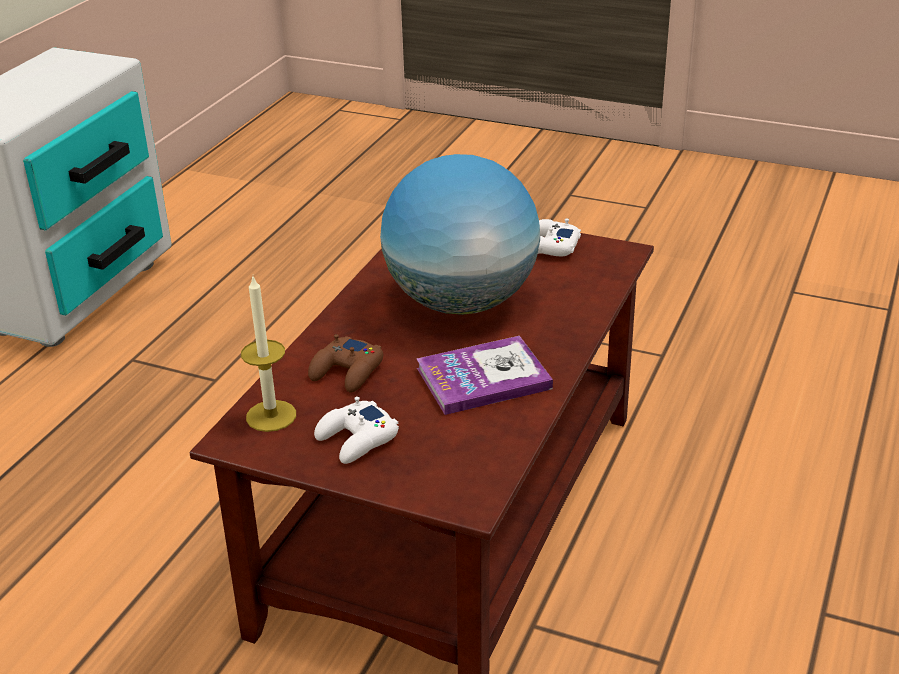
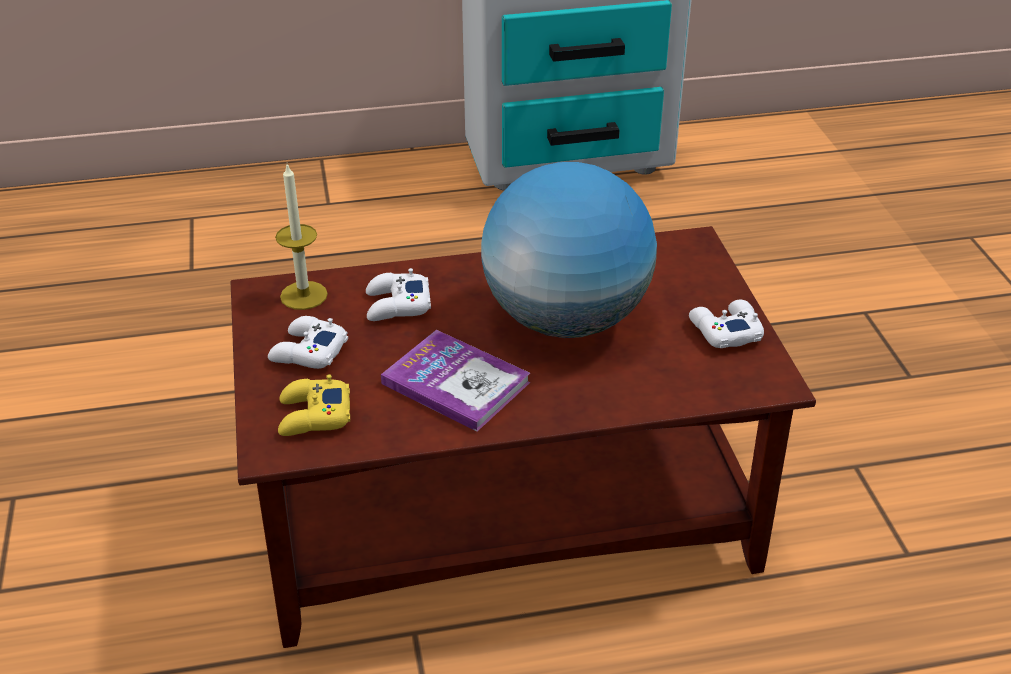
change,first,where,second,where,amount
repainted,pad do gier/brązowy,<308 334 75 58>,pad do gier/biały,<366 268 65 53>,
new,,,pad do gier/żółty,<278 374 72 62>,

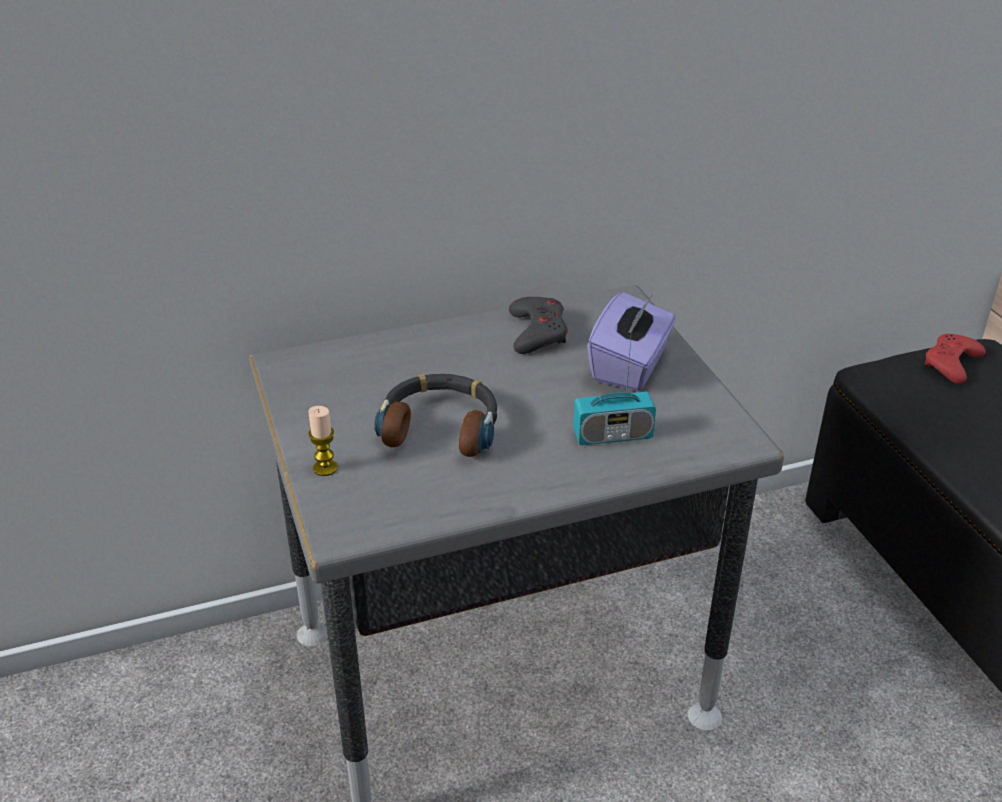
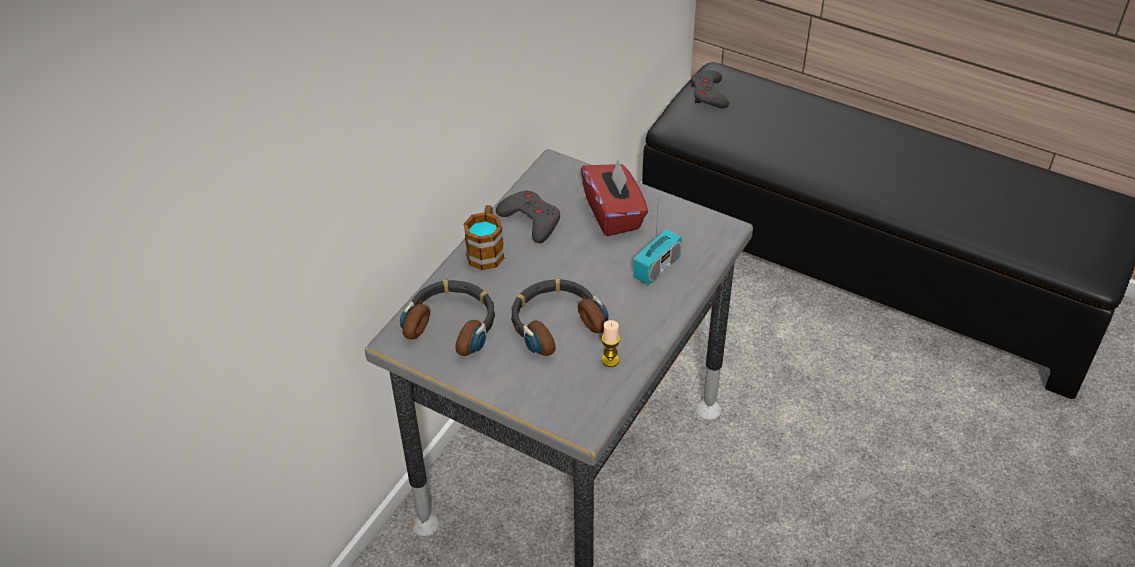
change,first,where,second,where,amount
repainted,pudełko chusteczek/fioletowy,<587 292 89 99>,pudełko chusteczek/czerwony,<581 159 67 77>,
repainted,pad do gier/czerwony,<925 334 61 50>,pad do gier/szary,<691 70 38 38>,
shifted,świeca,<308 406 30 70>,,<602 320 18 47>,
new,,,kubek,<463 205 41 65>,
new,,,słuchawki,<400 280 95 76>,

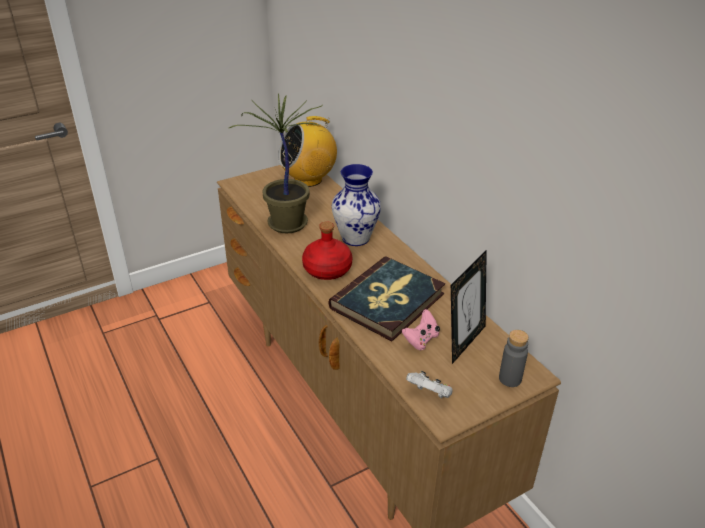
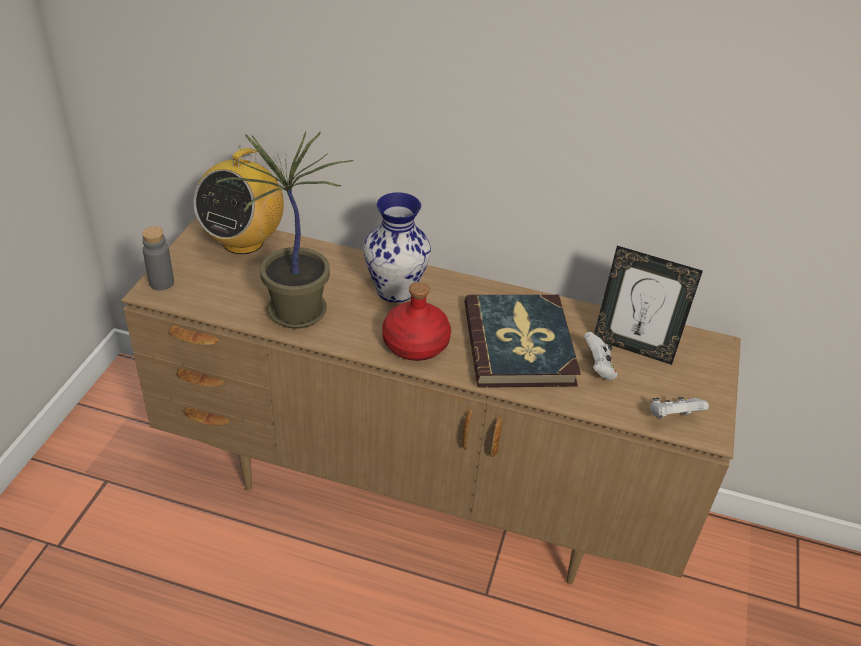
change,first,where,second,where,amount
rotated,ramka na zdjęcie,<451 250 36 114>,,<594 246 109 119>,120 degrees clockwise
repainted,pad do gier/różowy,<402 309 38 41>,pad do gier/biały,<584 332 34 48>,
shifted,butelka/szary,<499 330 30 57>,,<142 226 32 64>,

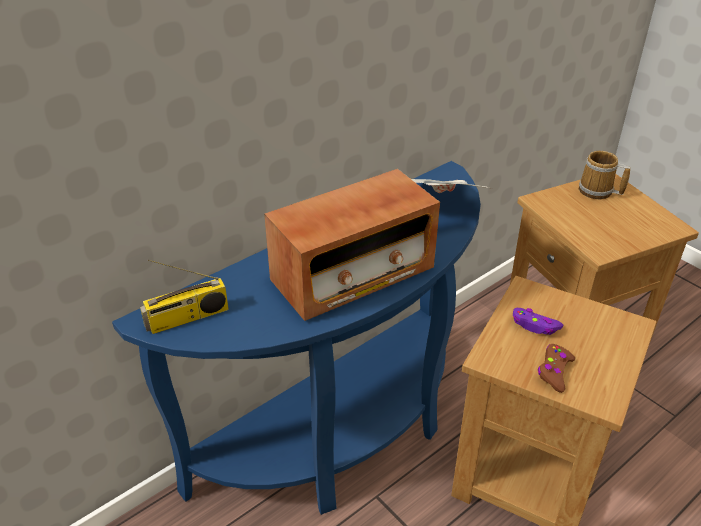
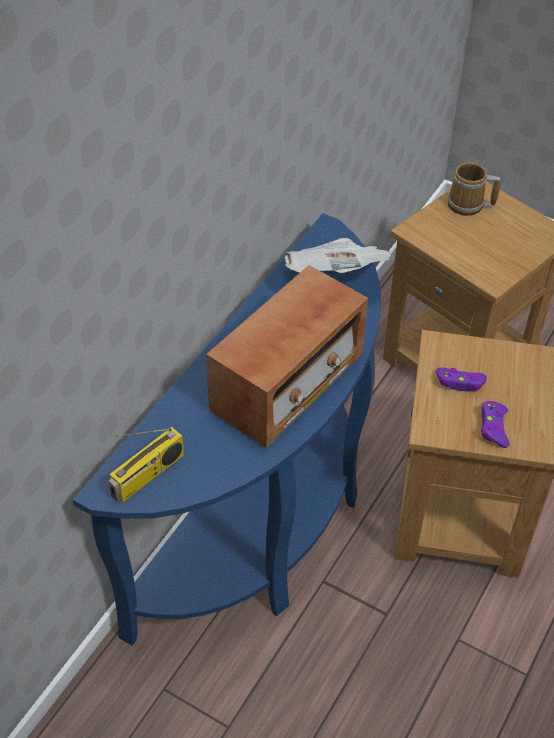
change,first,where,second,where,amount
repainted,pad do gier/brązowy,<538 344 37 49>,pad do gier/fioletowy,<481 401 29 47>,

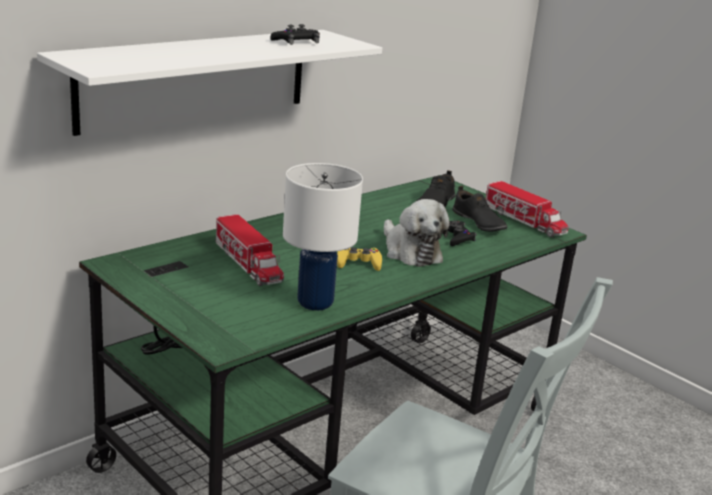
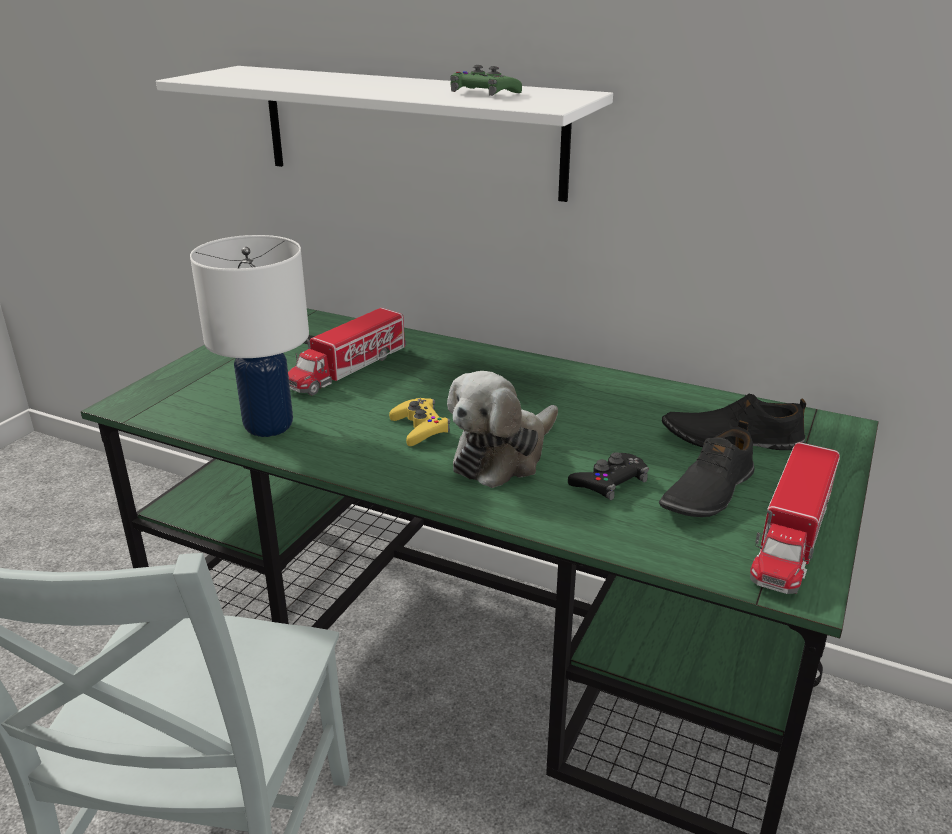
change,first,where,second,where,amount
repainted,pad do gier/czarny,<271 24 49 21>,pad do gier/zielony,<450 65 72 31>,

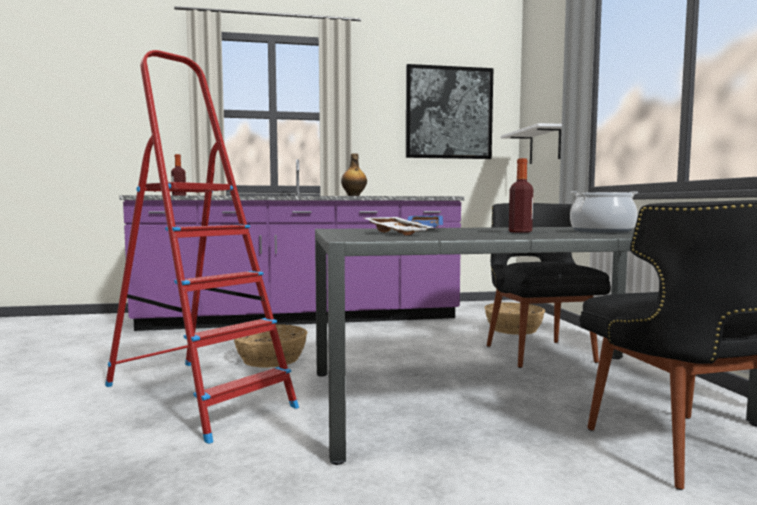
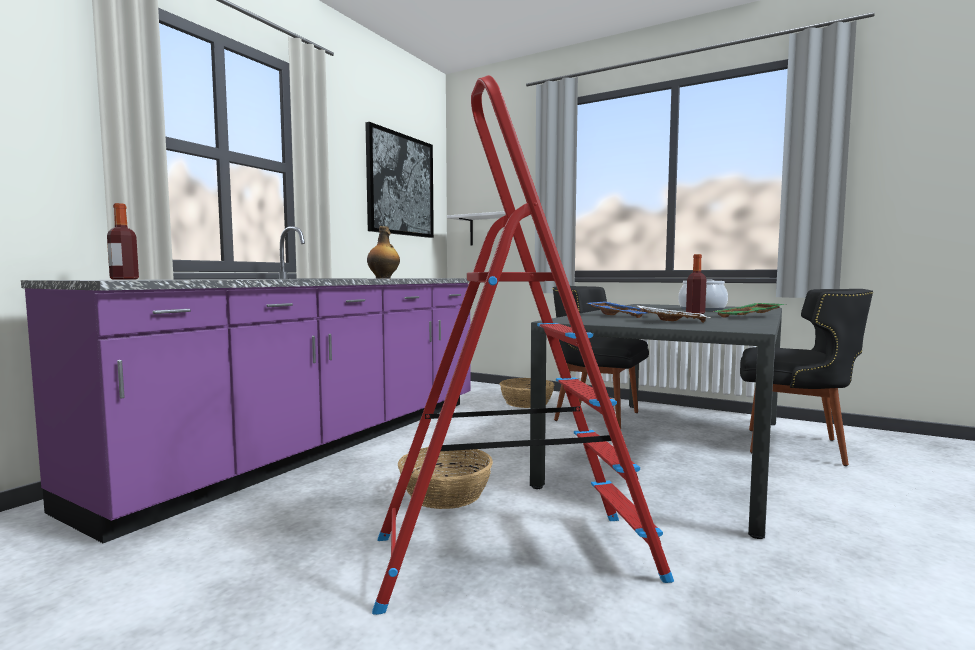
change,first,where,second,where,amount
new,,,taca/zielony,<713 303 71 15>,

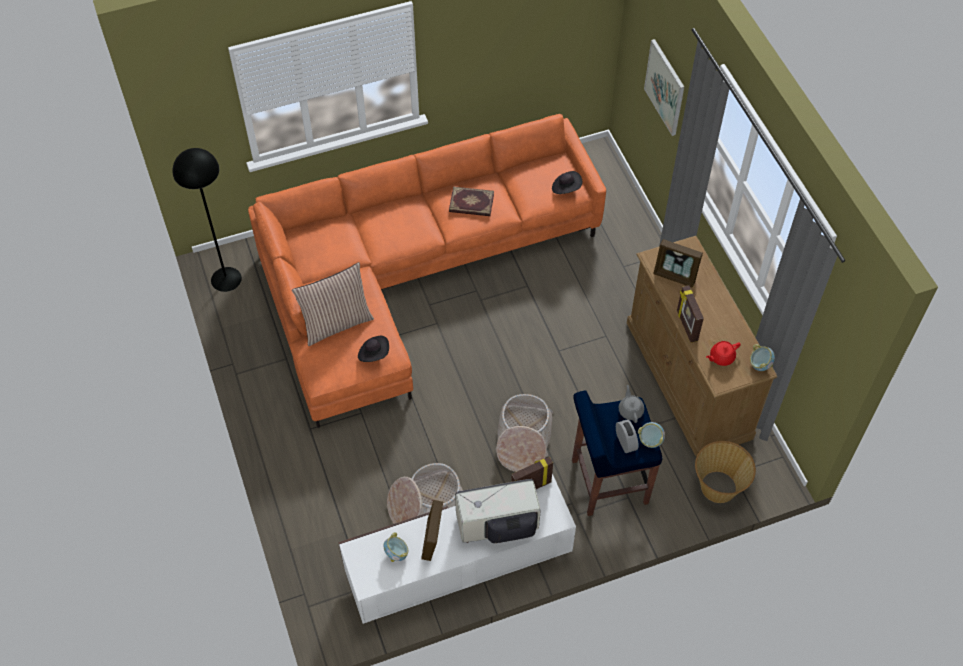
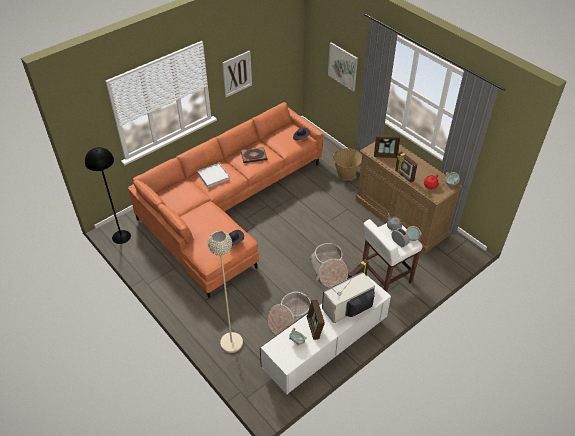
change,first,where,second,where,amount
gone,poduszka,<292 262 82 84>,,,
repainted,stołek/niebieski,<572 390 90 126>,stołek/biały,<362 219 61 73>,
shifted,koszyk,<695 441 61 62>,,<333 148 29 32>,
new,,,obraz,<222 50 30 47>,
new,,,taca/biały,<197 163 33 25>,
new,,,lampa stojąca/beżowy,<207 231 36 122>,

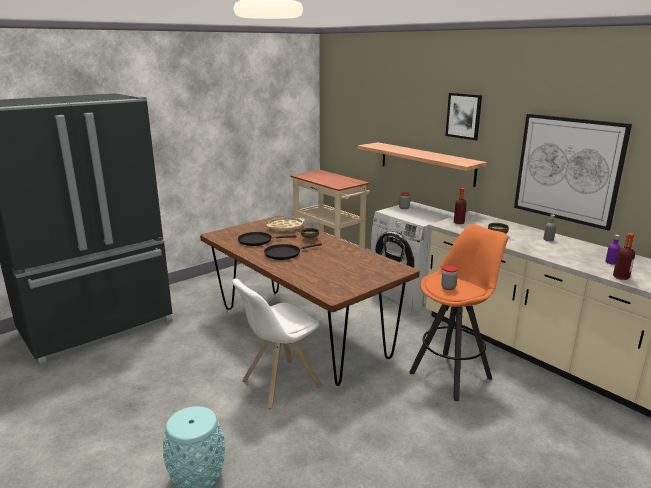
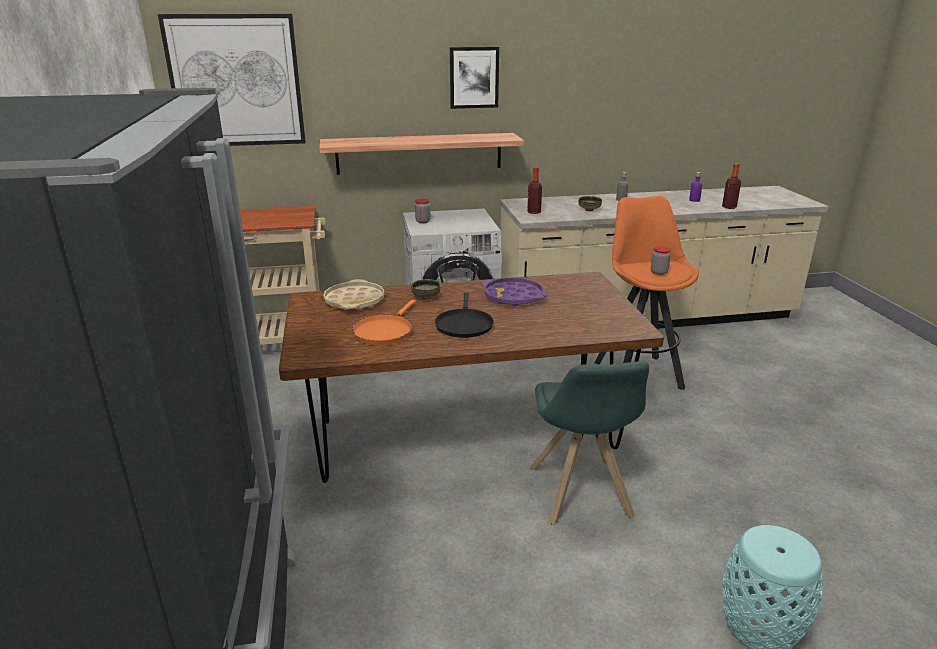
change,first,where,second,where,amount
shifted,obraz,<514 114 118 117>,,<158 14 148 132>,
repainted,patelnia/czarny,<238 232 59 14>,patelnia/pomarańczowy,<352 300 64 45>,
repainted,krzesło/biały,<232 279 90 130>,krzesło/turkusowy,<529 361 120 164>,
new,,,taca/fioletowy,<482 278 65 28>,

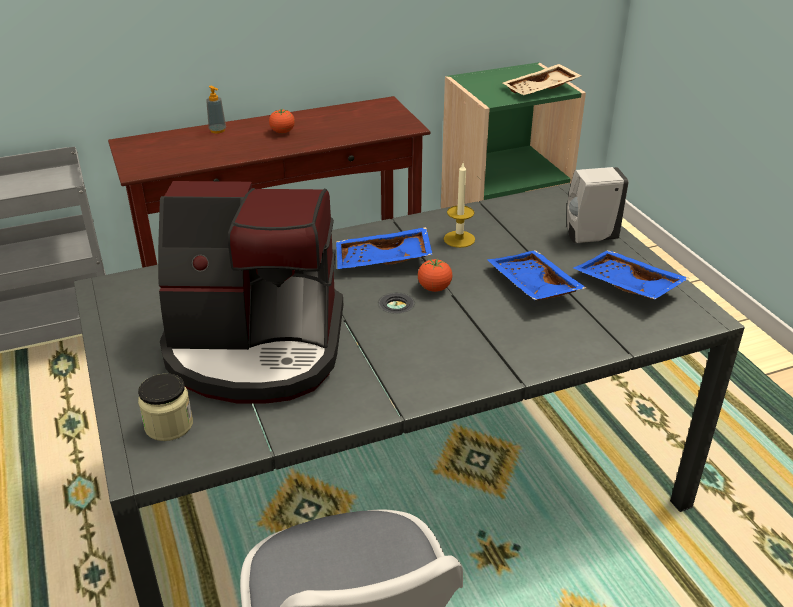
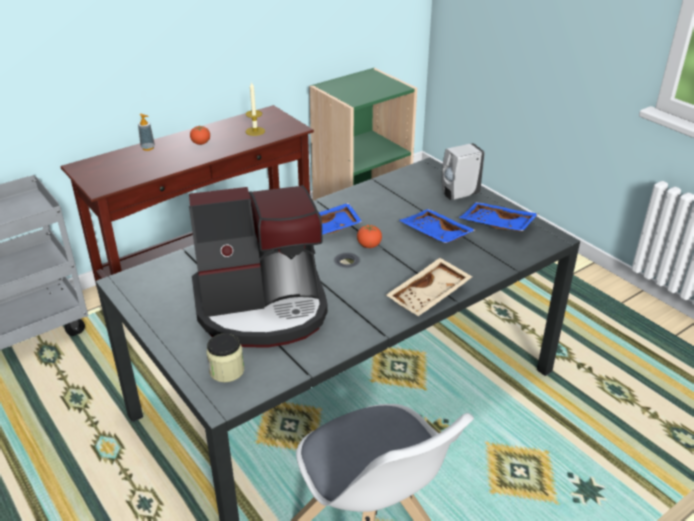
change,first,where,second,where,amount
shifted,taca/beżowy,<503 64 79 31>,,<386 258 87 58>,
shifted,świeca,<444 163 31 85>,,<246 81 19 55>,

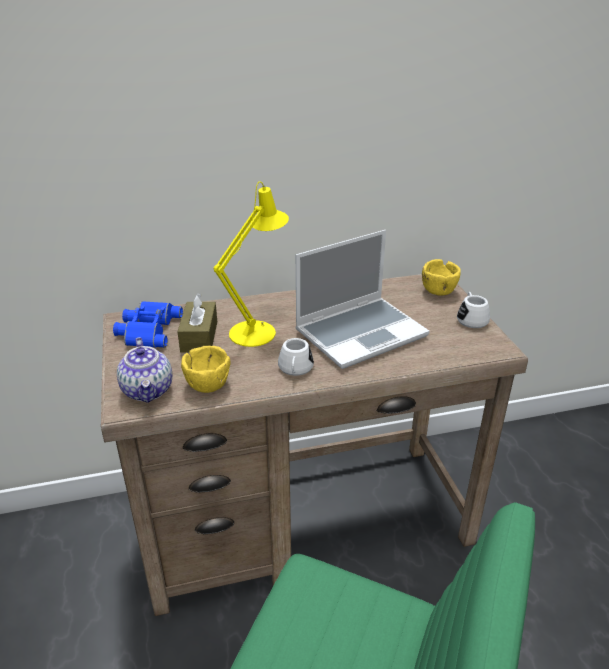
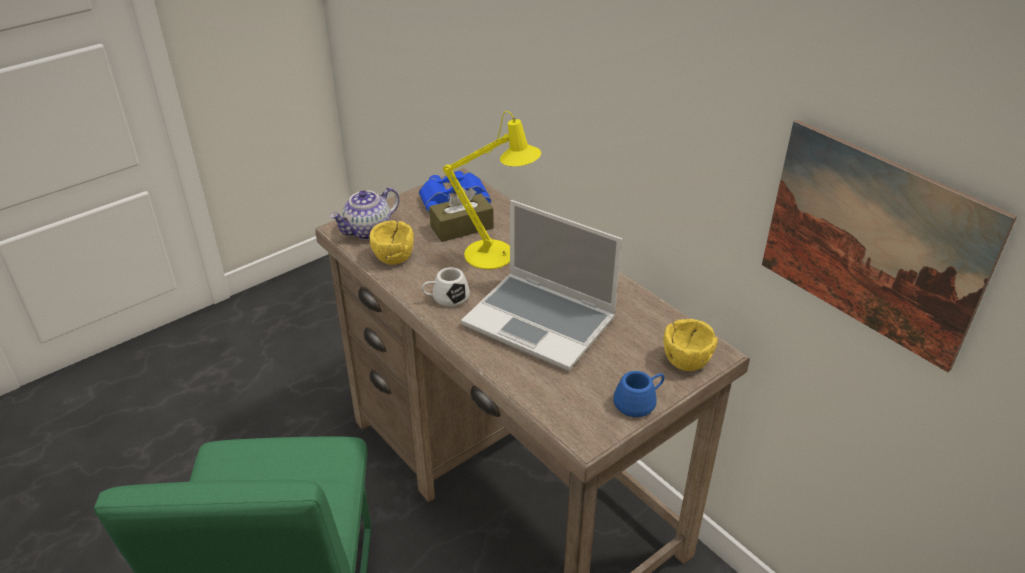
change,first,where,second,where,amount
repainted,kubek/biały,<457 292 33 36>,kubek/niebieski,<613 371 51 46>,
new,,,obraz,<762 120 255 252>,

